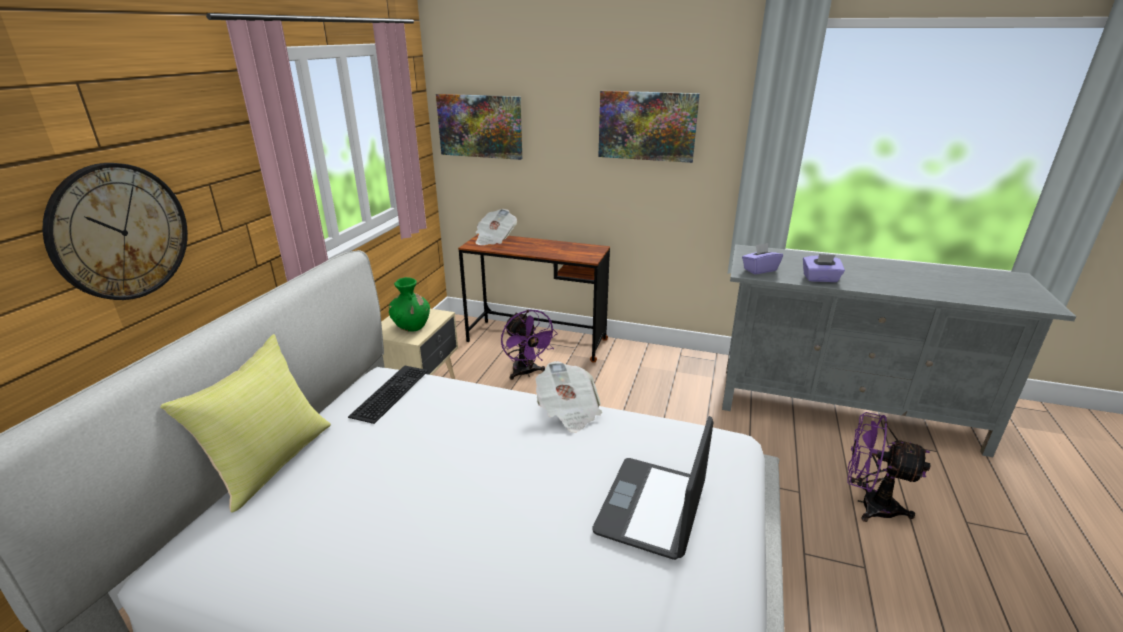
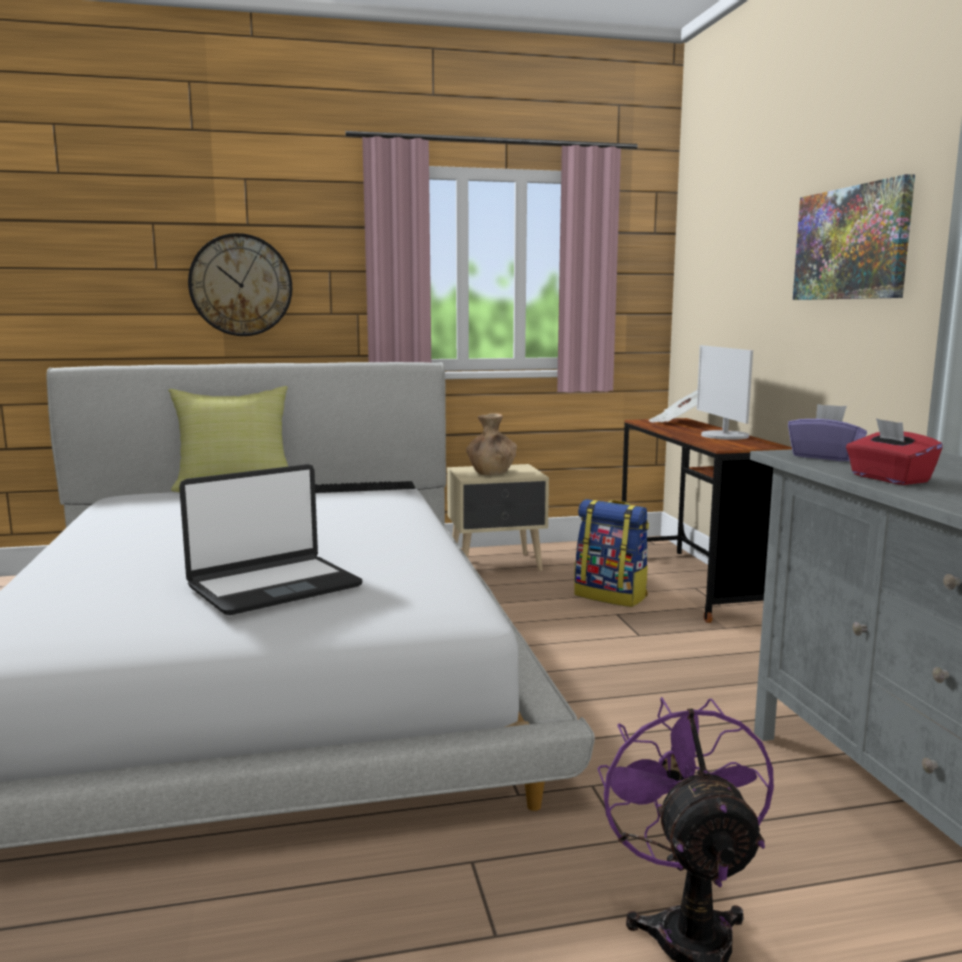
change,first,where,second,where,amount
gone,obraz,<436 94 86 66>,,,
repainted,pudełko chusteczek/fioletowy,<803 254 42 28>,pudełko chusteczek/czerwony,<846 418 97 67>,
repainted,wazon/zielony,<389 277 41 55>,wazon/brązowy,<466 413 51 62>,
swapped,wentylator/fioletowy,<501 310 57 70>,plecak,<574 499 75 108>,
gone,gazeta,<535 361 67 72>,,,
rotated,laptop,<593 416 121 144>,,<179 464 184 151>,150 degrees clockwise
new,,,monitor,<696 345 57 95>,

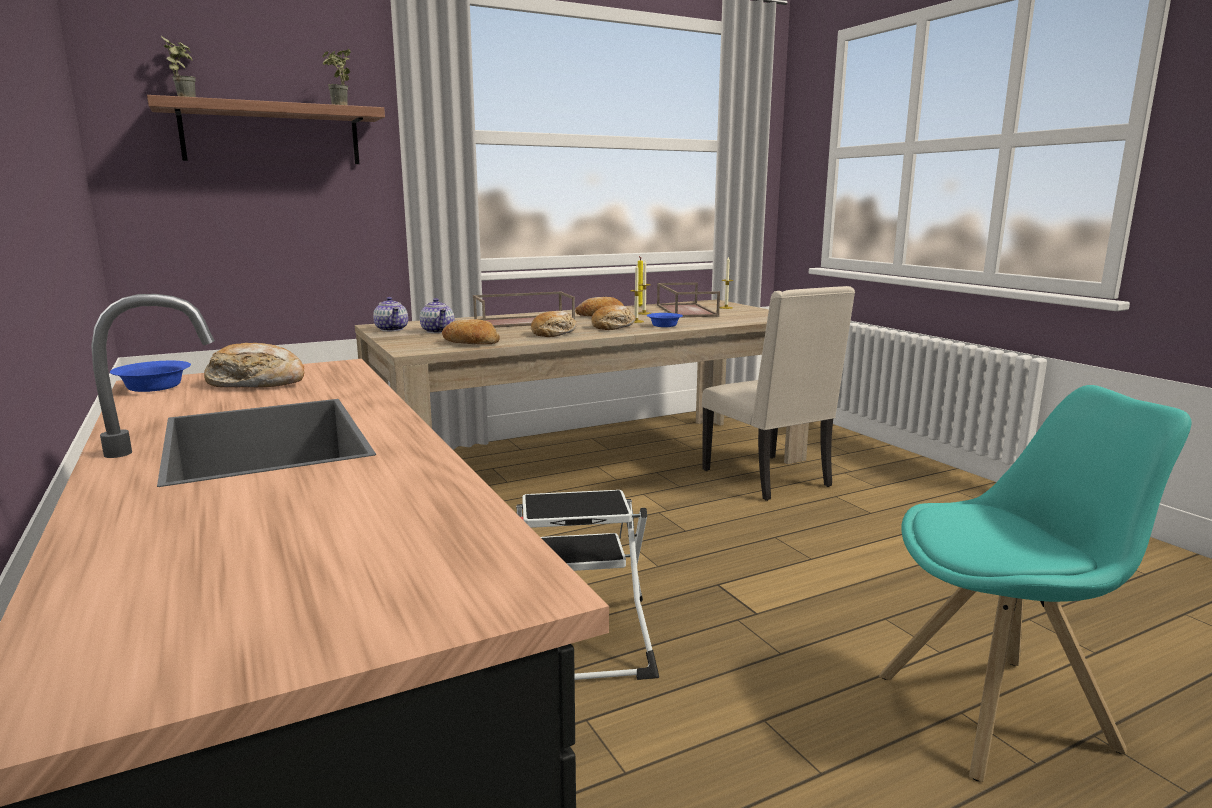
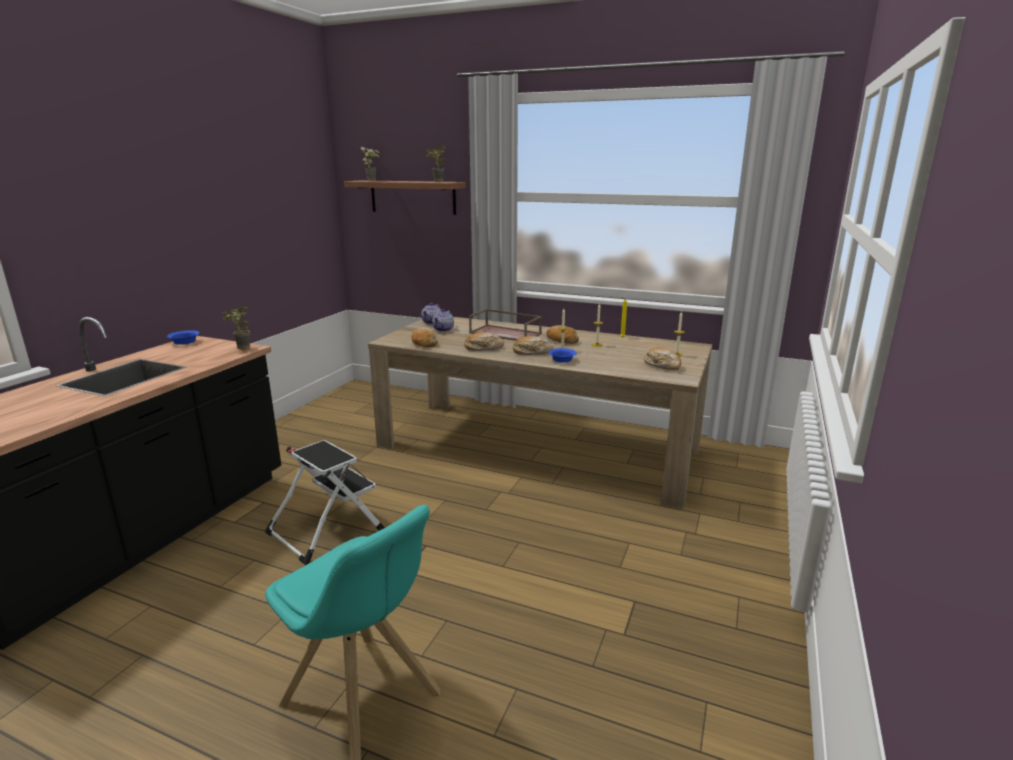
change,first,where,second,where,amount
gone,taca/brązowy,<657 282 63 35>,,,
gone,krzesło/beżowy,<702 286 153 215>,,,
shifted,chleb,<204 343 100 44>,,<644 347 37 23>,
new,,,roślina doniczkowa,<222 307 28 43>,

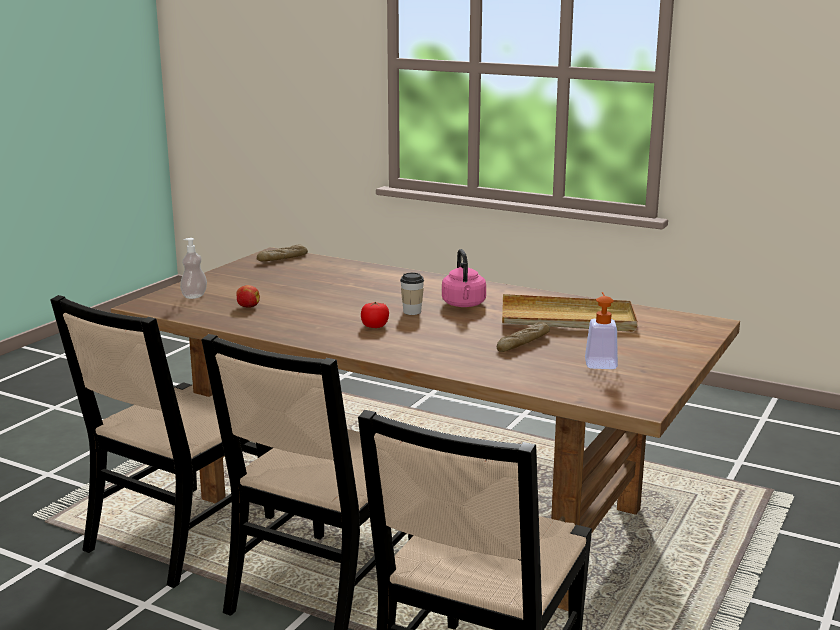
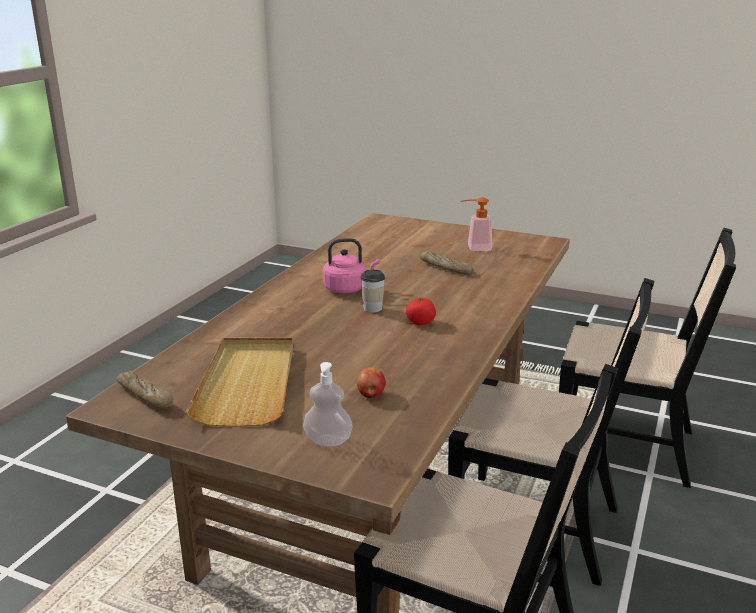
change,first,where,second,where,amount
shifted,taca/beżowy,<502 294 135 38>,,<185 337 108 90>,

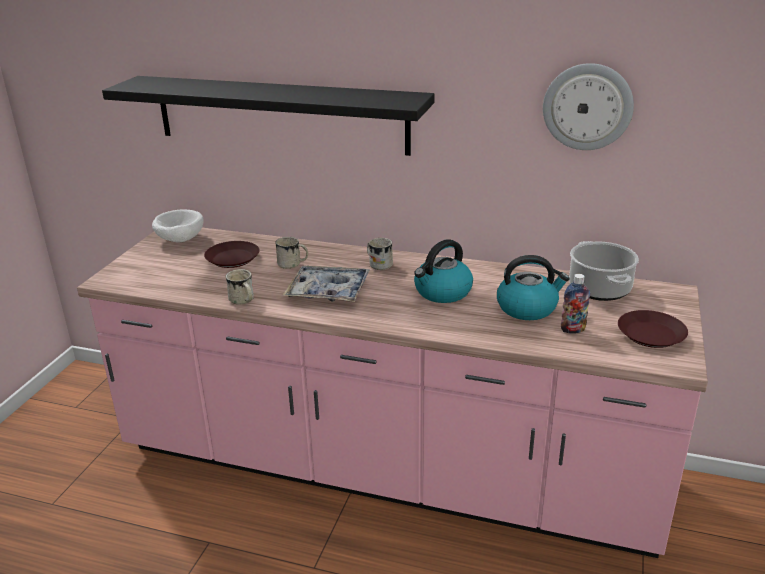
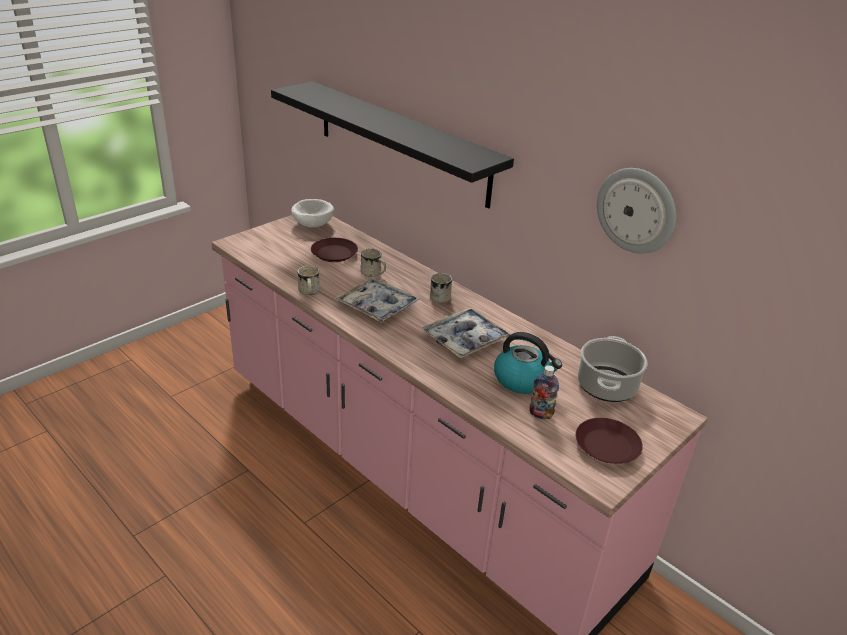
change,first,where,second,where,amount
swapped,czajnik,<414 239 59 64>,taca,<422 308 88 50>,

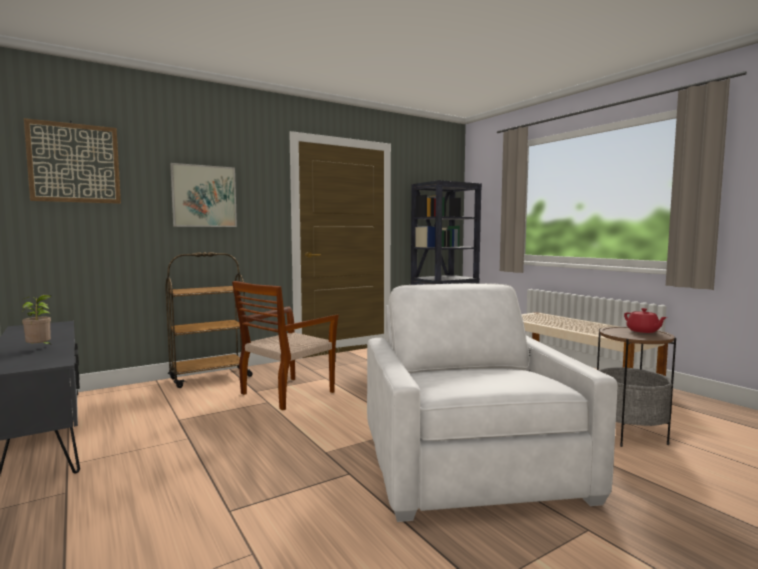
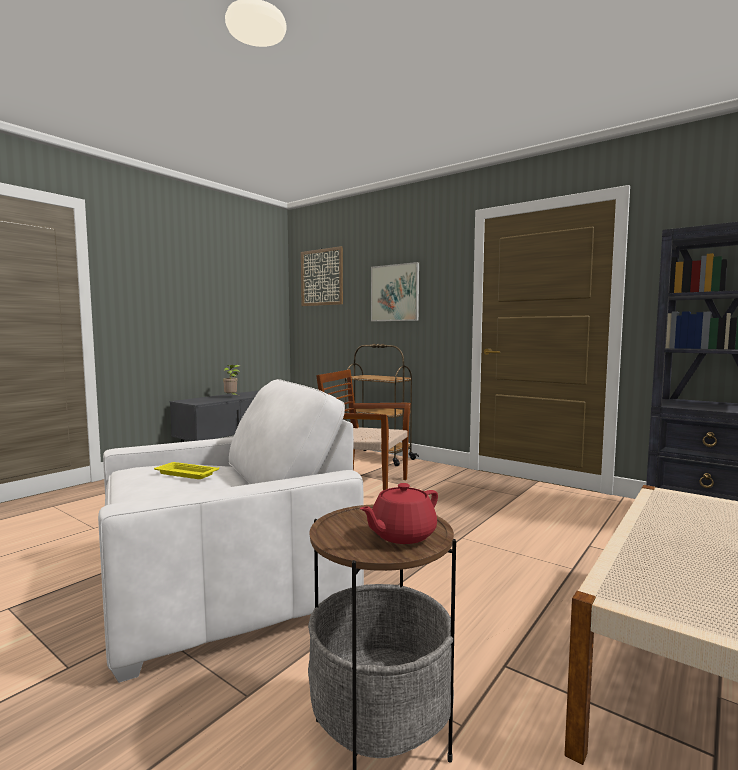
change,first,where,second,where,amount
new,,,taca/żółty,<154 462 65 17>,

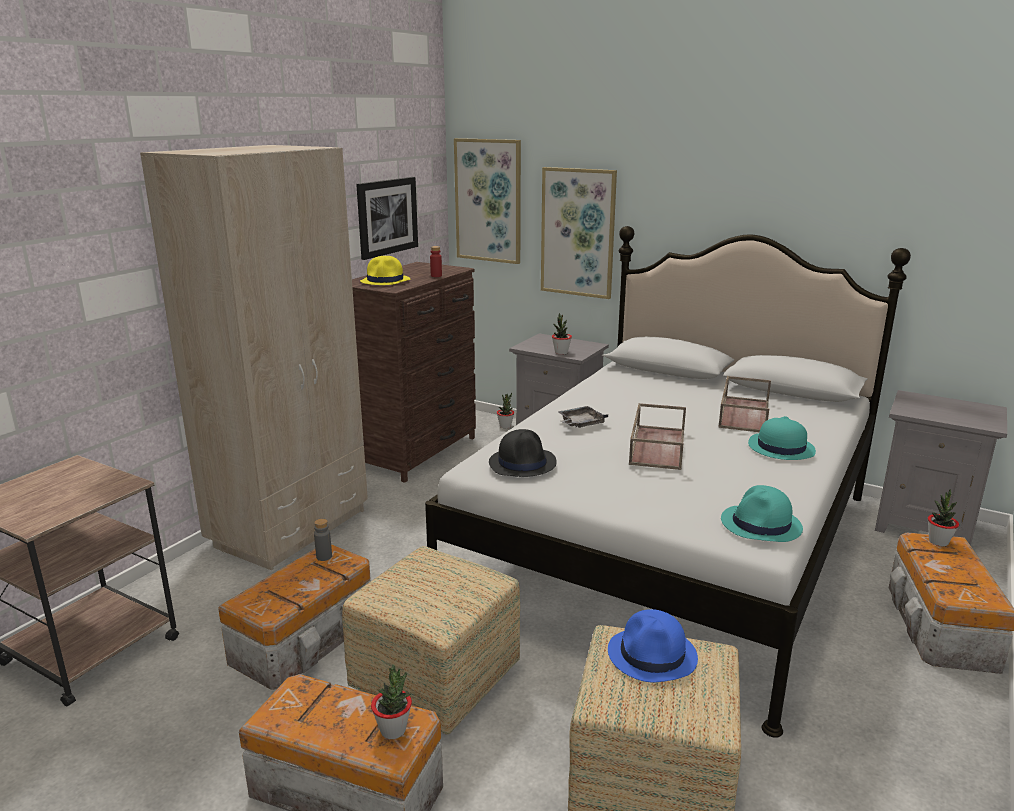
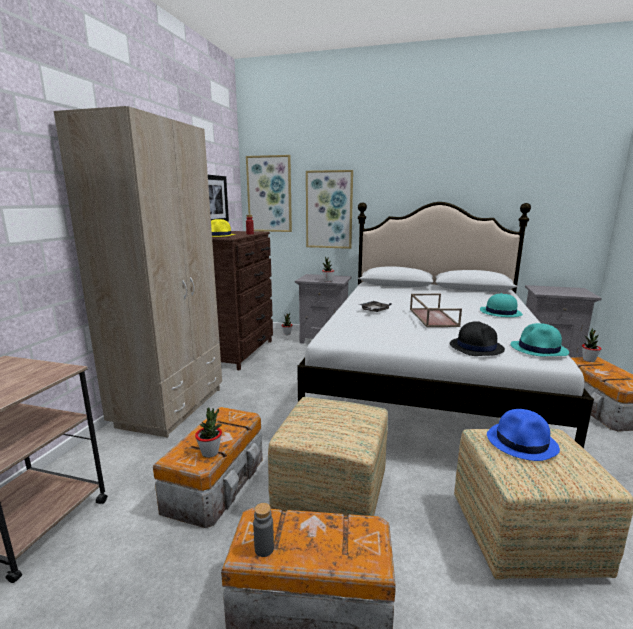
change,first,where,second,where,amount
gone,taca/brązowy,<718 376 53 56>,,,
shifted,kapelusz/czarny,<489 429 68 48>,,<450 321 55 35>,
shifted,butelka/szary,<314 519 18 42>,,<253 503 21 54>,
shifted,roślina doniczkowa,<371 664 41 75>,,<195 407 27 51>,

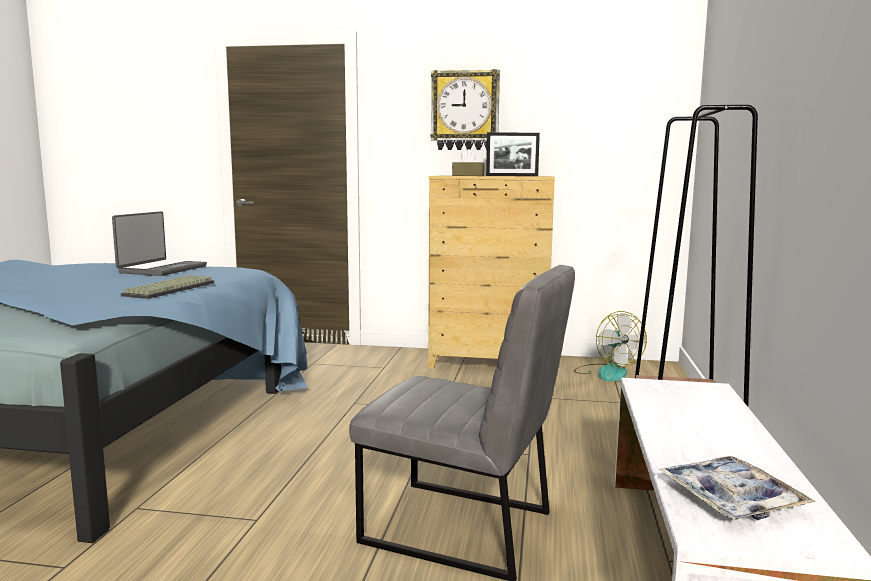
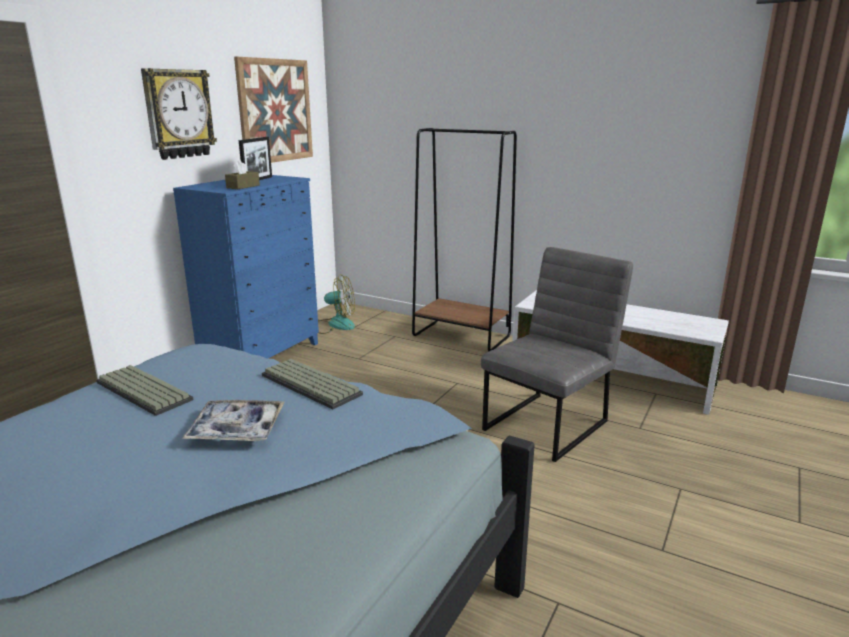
change,first,where,second,where,amount
repainted,komoda/beżowy,<428 175 127 194>,komoda/niebieski,<173 175 146 184>,
swapped,laptop,<112 211 95 65>,klawiatura,<96 365 98 51>,
shifted,taca,<658 456 158 64>,,<182 400 103 41>,
new,,,obraz,<234 57 79 106>,

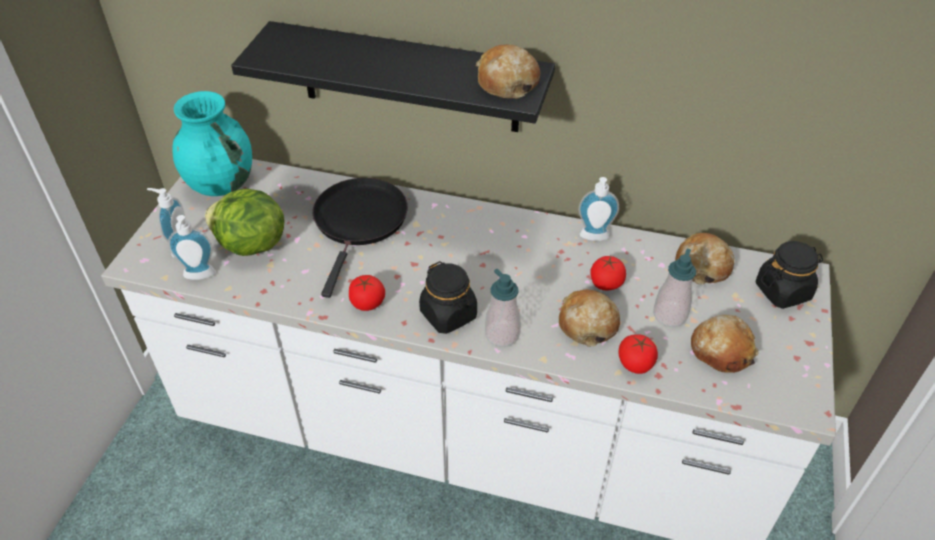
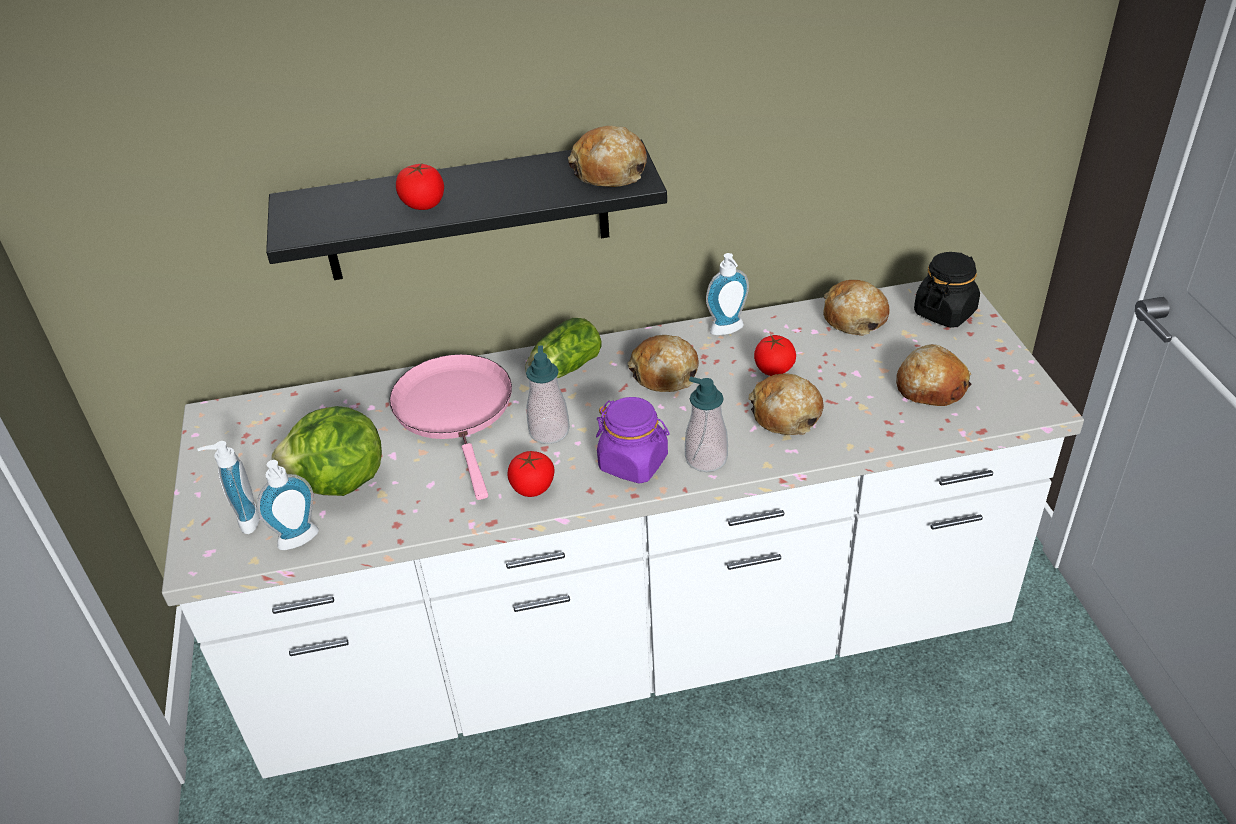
change,first,where,second,where,amount
gone,wazon/turkusowy,<172 91 80 105>,,,
repainted,patelnia/czarny,<313 178 95 120>,patelnia/różowy,<389 354 123 146>,
shifted,dozownik mydła,<653 249 43 78>,,<526 346 44 98>,
repainted,słoik/czarny,<419 261 58 73>,słoik/fioletowy,<596 397 74 87>,
shifted,pomidor,<618 334 40 40>,,<396 162 48 48>,
new,,,sałata,<525 318 76 60>,
new,,,chleb,<628 335 71 57>,

